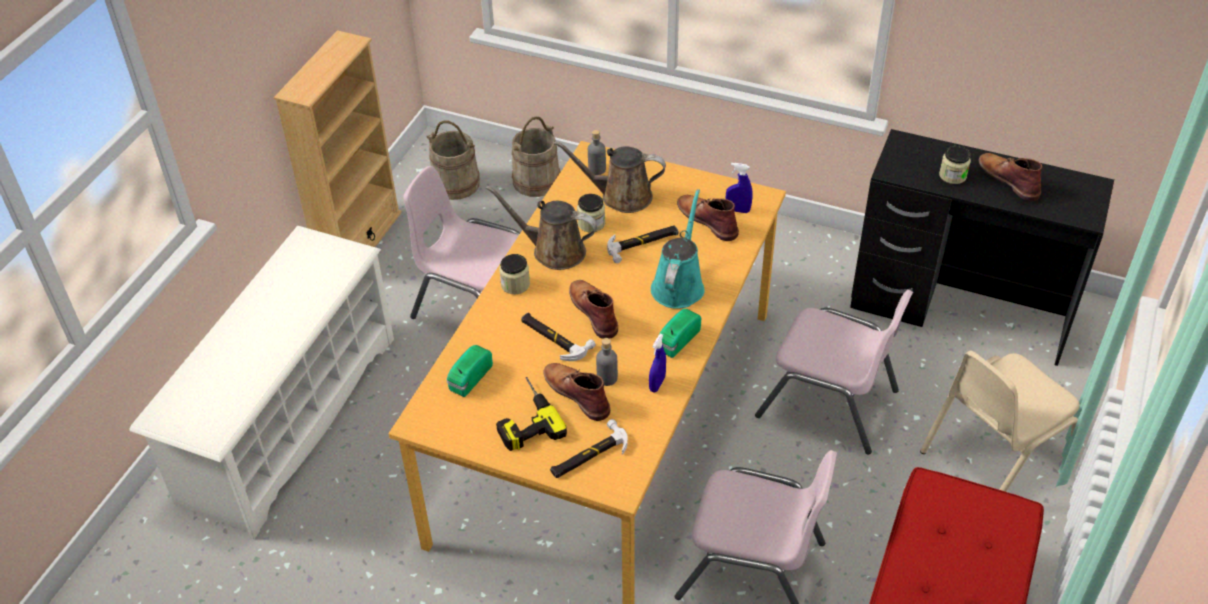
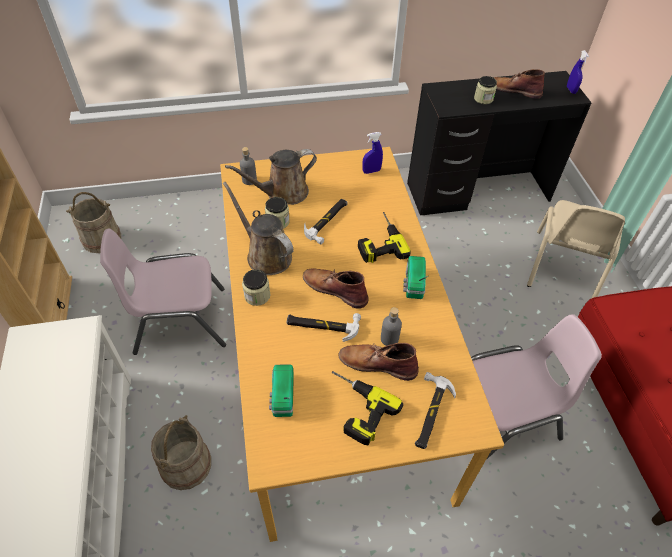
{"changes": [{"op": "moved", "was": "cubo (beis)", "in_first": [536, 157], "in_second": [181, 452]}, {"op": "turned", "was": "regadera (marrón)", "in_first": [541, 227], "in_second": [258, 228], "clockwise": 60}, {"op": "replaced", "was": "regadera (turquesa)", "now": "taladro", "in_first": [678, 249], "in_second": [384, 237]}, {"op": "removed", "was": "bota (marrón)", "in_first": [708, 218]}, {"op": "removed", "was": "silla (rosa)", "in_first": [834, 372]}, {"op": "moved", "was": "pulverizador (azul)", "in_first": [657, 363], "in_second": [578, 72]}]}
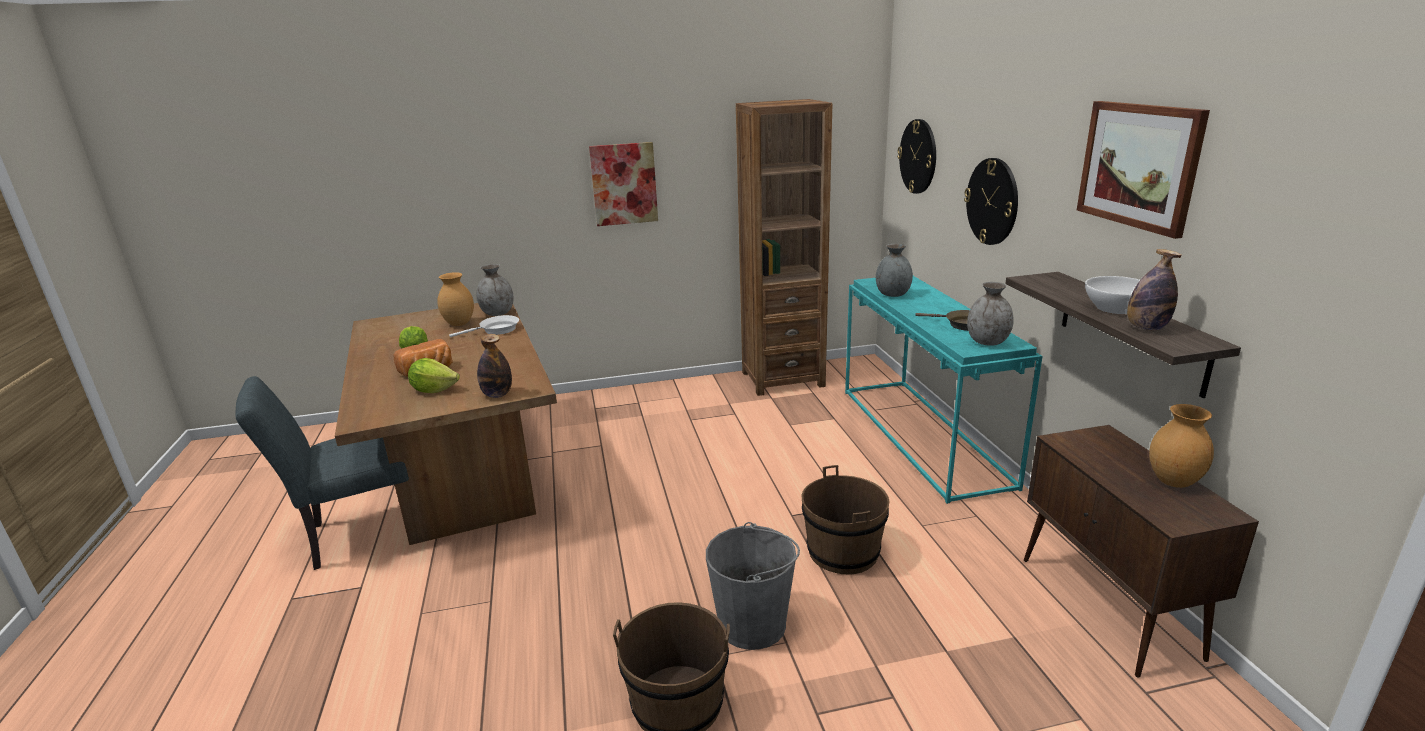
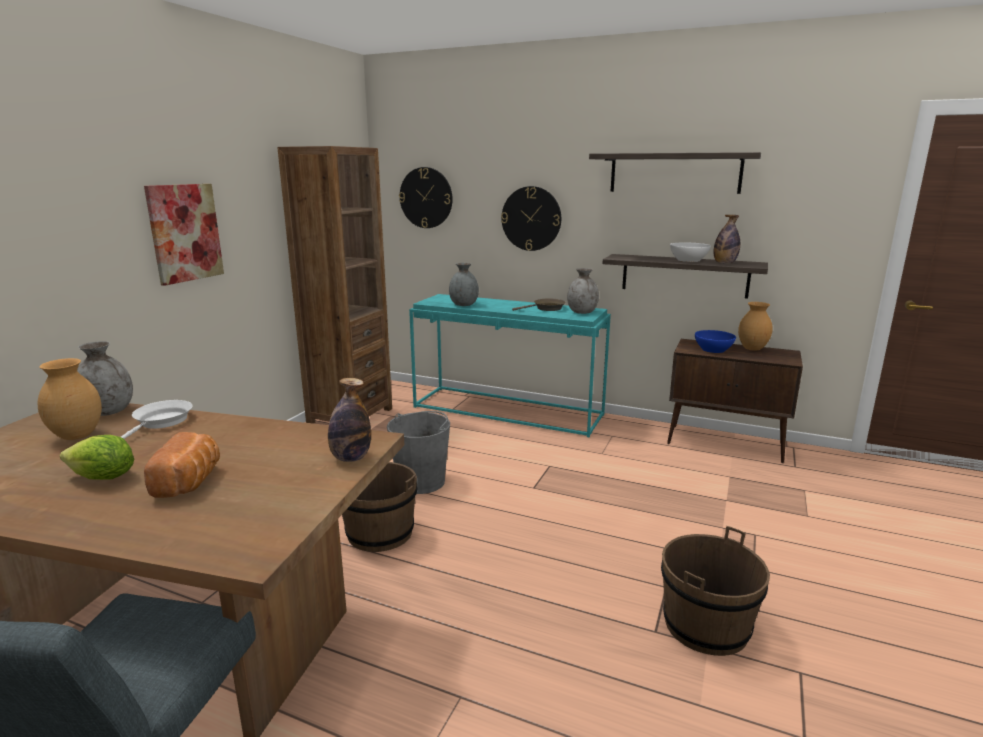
{"changes": [{"op": "replaced", "was": "cuadro", "now": "estante", "in_first": [1143, 170], "in_second": [675, 173]}, {"op": "removed", "was": "lechuga", "in_first": [434, 375]}, {"op": "moved", "was": "cubo (marrón)", "in_first": [845, 520], "in_second": [380, 507]}, {"op": "moved", "was": "cubo (gris)", "in_first": [753, 586], "in_second": [418, 452]}, {"op": "added", "now": "cuenco (azul)", "in_second": [715, 341]}]}
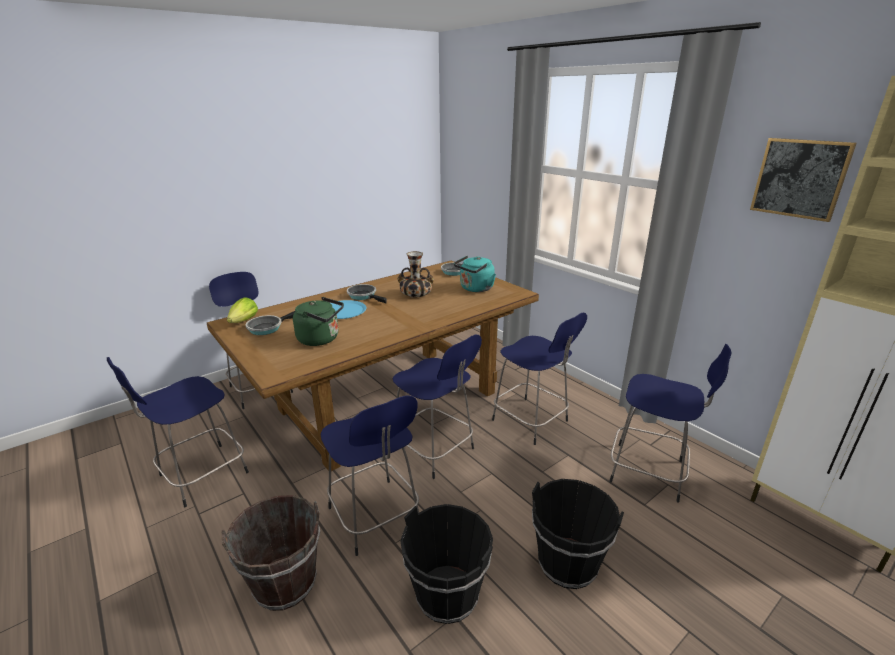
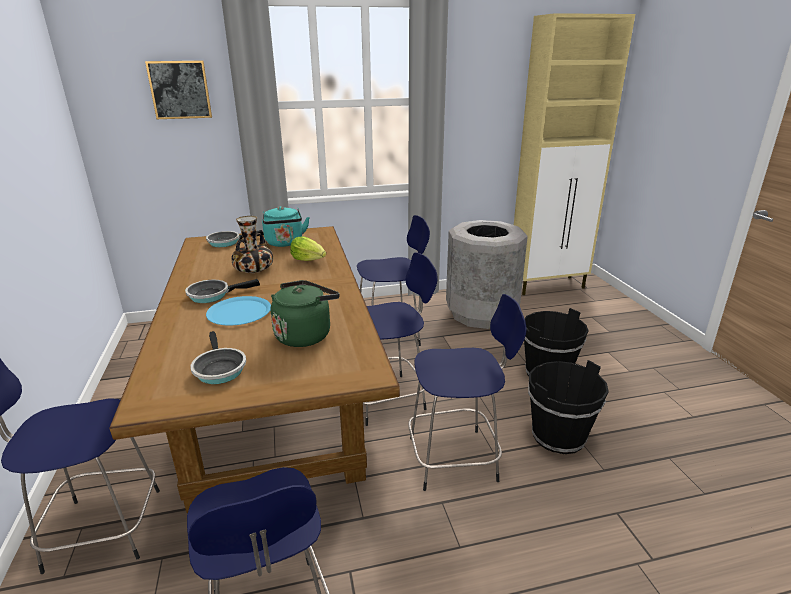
{"changes": [{"op": "moved", "was": "cuadro", "in_first": [803, 180], "in_second": [178, 90]}, {"op": "moved", "was": "lechuga", "in_first": [242, 310], "in_second": [308, 248]}, {"op": "replaced", "was": "taburete (azul)", "now": "papelera (gris)", "in_first": [670, 423], "in_second": [487, 274]}, {"op": "removed", "was": "cubo (marrón)", "in_first": [271, 553]}]}
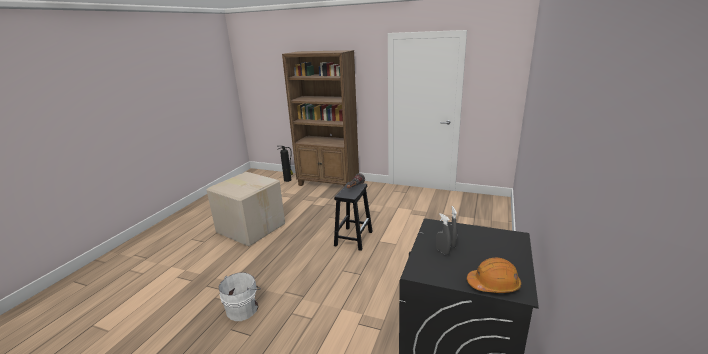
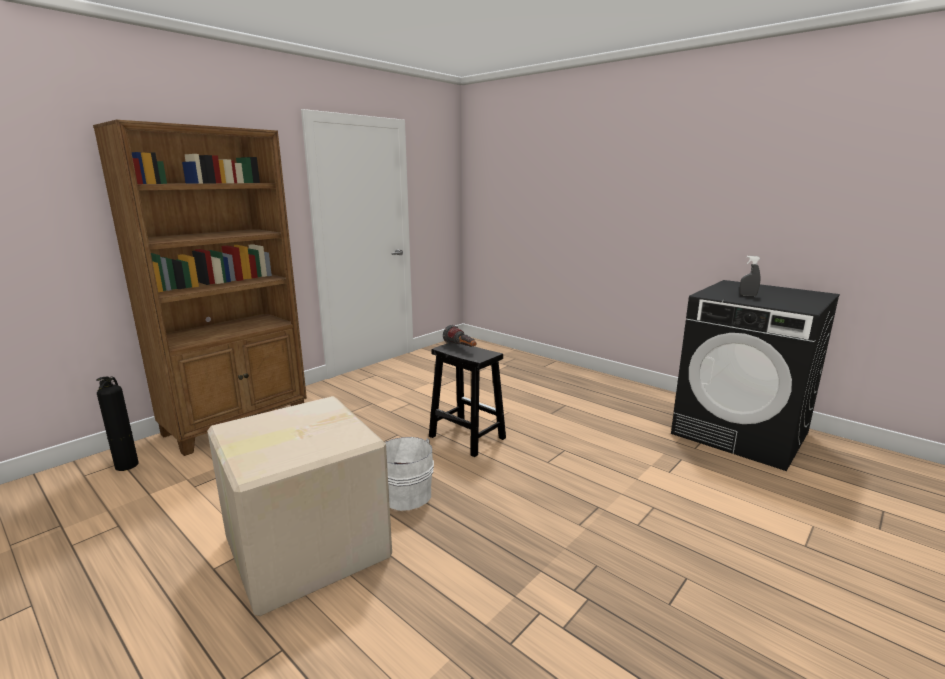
{"changes": [{"op": "removed", "was": "pulverizador (gris)", "in_first": [443, 234]}, {"op": "removed", "was": "casco (naranja)", "in_first": [494, 275]}, {"op": "moved", "was": "cubo (blanco)", "in_first": [240, 296], "in_second": [409, 474]}]}
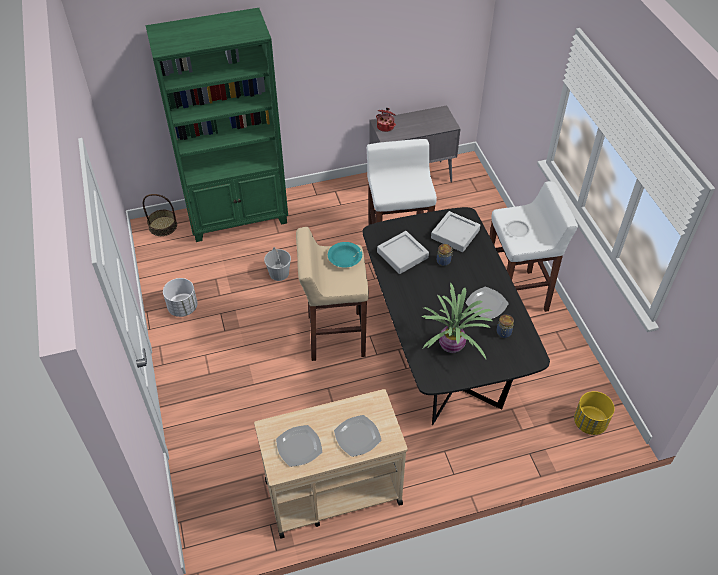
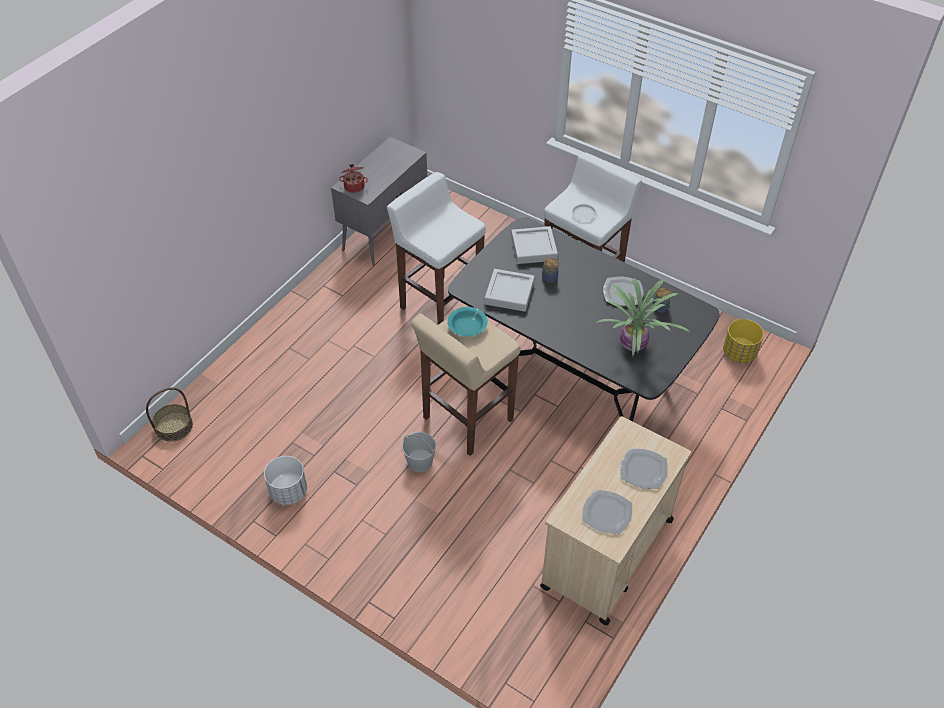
{"changes": [{"op": "removed", "was": "estantería (verde)", "in_first": [217, 125]}, {"op": "moved", "was": "cubo (blanco)", "in_first": [277, 264], "in_second": [419, 452]}]}
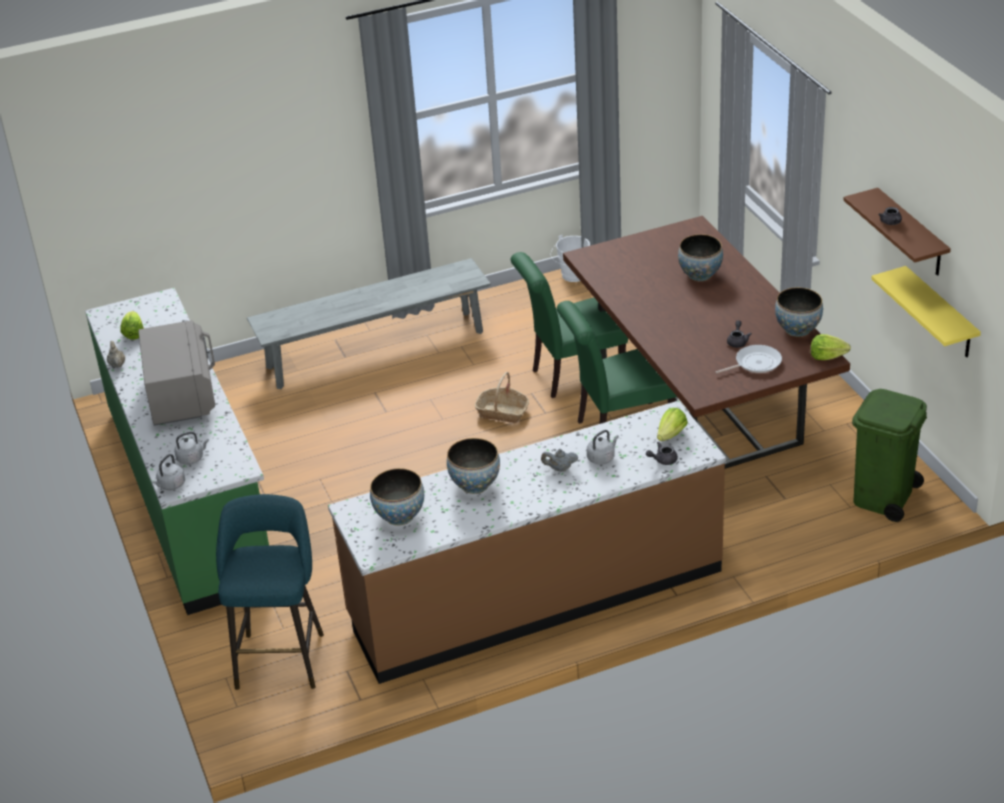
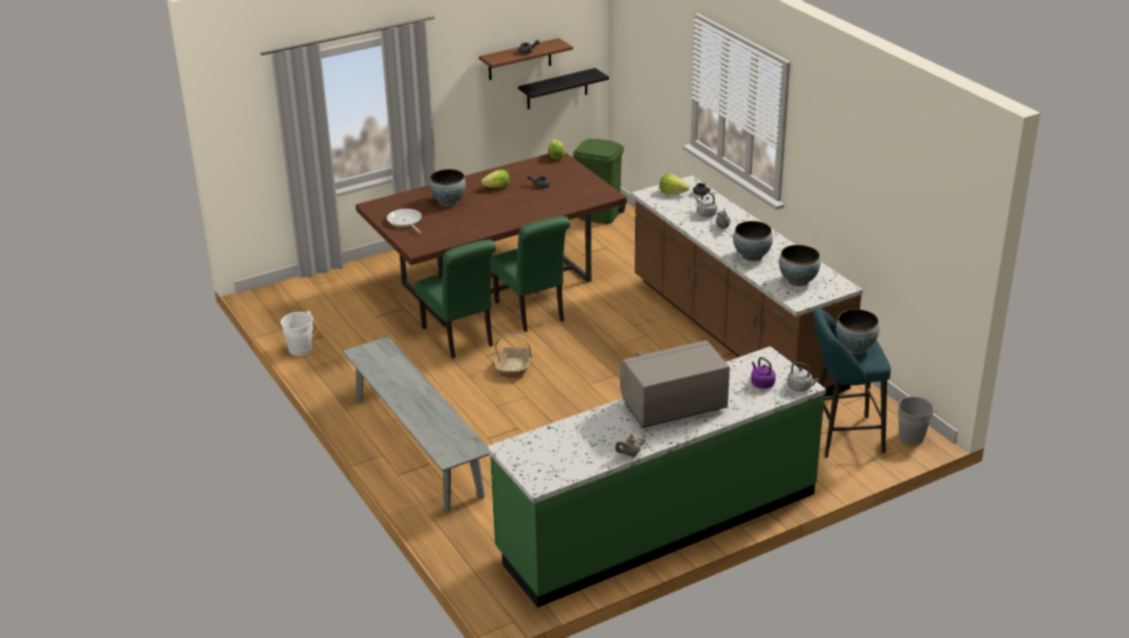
{"changes": [{"op": "recoloured", "was": "estante (amarillo)", "now": "estante (negro)", "in_first": [926, 311], "in_second": [563, 88]}, {"op": "moved", "was": "cuenco", "in_first": [799, 312], "in_second": [857, 331]}, {"op": "moved", "was": "lechuga", "in_first": [132, 325], "in_second": [495, 179]}, {"op": "moved", "was": "sartén", "in_first": [749, 359], "in_second": [404, 221]}, {"op": "recoloured", "was": "hervidor (gris)", "now": "hervidor (morado)", "in_first": [191, 448], "in_second": [763, 373]}, {"op": "added", "now": "cubo (gris)", "in_second": [918, 420]}]}
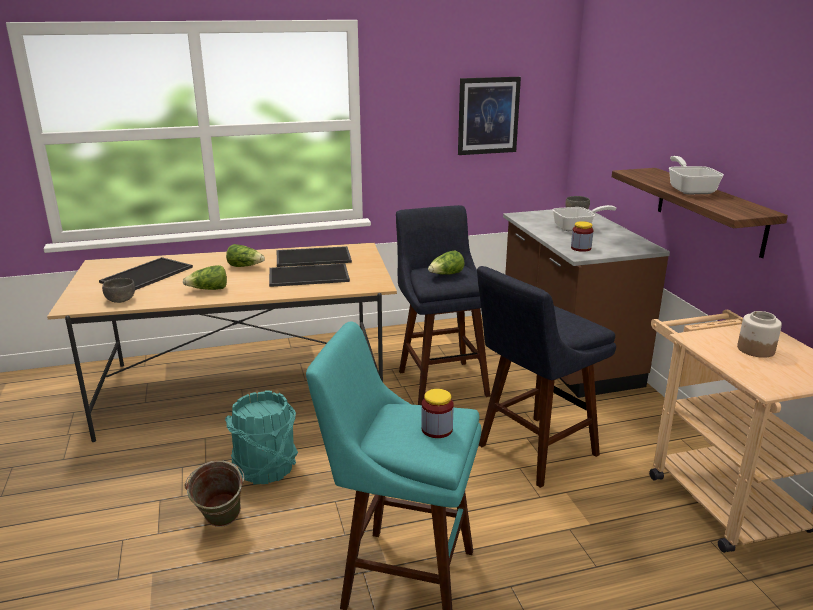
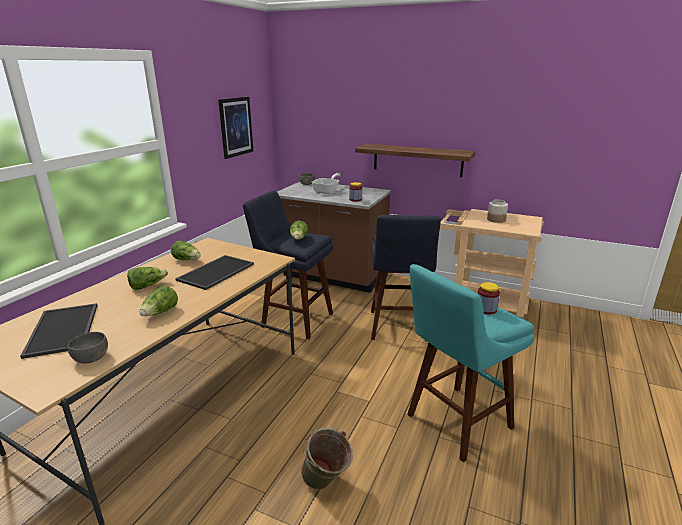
{"changes": [{"op": "removed", "was": "sartén", "in_first": [696, 175]}, {"op": "replaced", "was": "bandeja", "now": "lechuga", "in_first": [314, 256], "in_second": [186, 250]}, {"op": "removed", "was": "cubo (turquesa)", "in_first": [261, 437]}]}
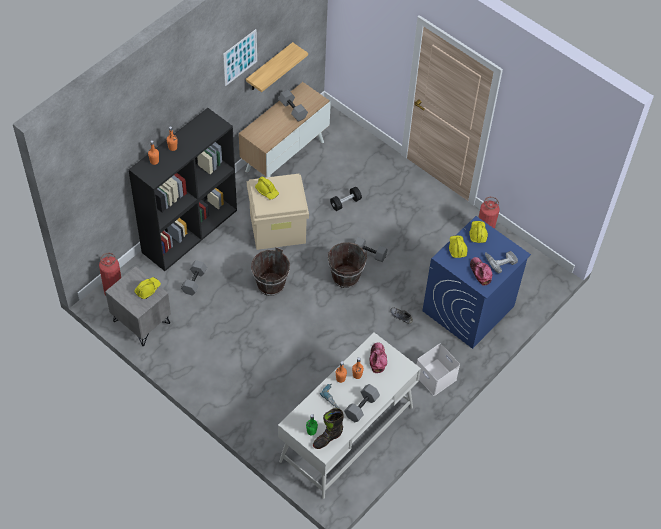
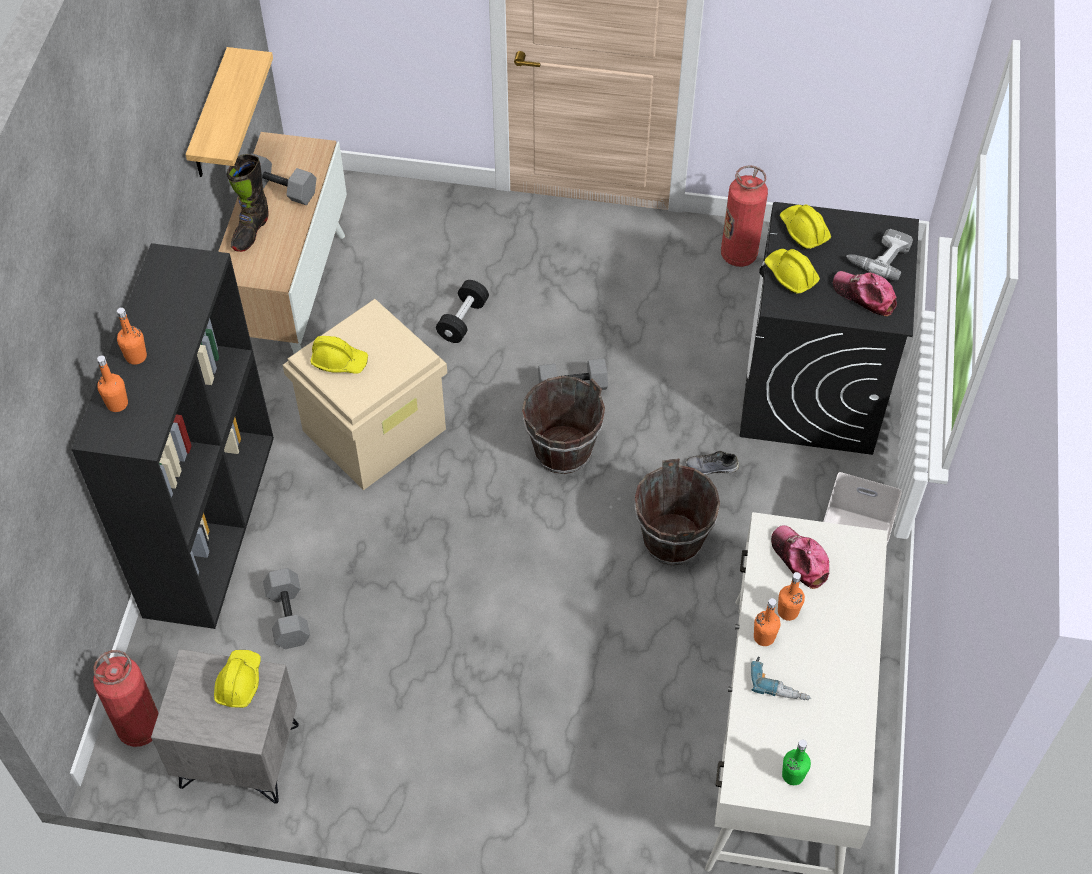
{"changes": [{"op": "removed", "was": "cuadro", "in_first": [240, 57]}, {"op": "recoloured", "was": "lavadora (azul)", "now": "lavadora (negro)", "in_first": [476, 282], "in_second": [829, 328]}, {"op": "moved", "was": "cubo (marrón)", "in_first": [270, 271], "in_second": [677, 511]}, {"op": "removed", "was": "mancuerna (gris)", "in_first": [362, 403]}, {"op": "moved", "was": "bota (negro)", "in_first": [328, 428], "in_second": [247, 203]}]}
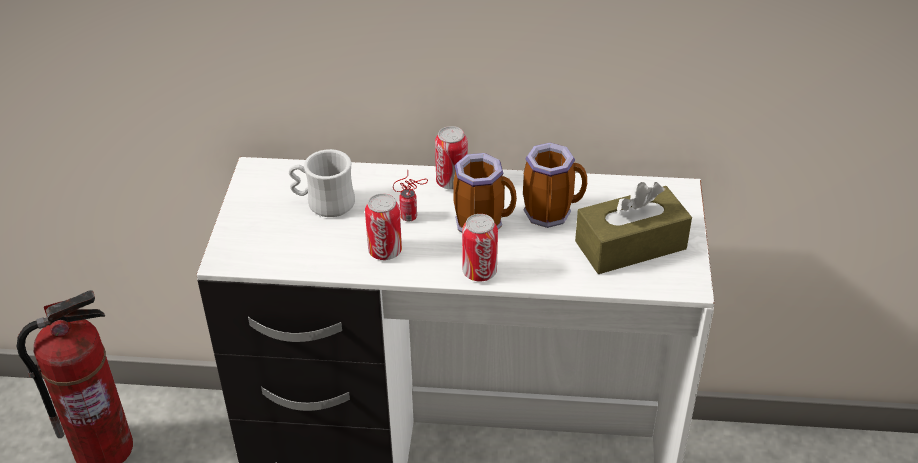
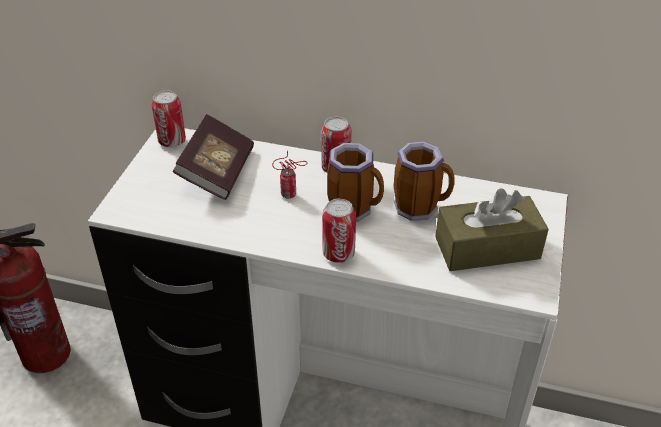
{"changes": [{"op": "replaced", "was": "taza grande (blanco)", "now": "libro", "in_first": [322, 183], "in_second": [213, 157]}, {"op": "moved", "was": "lata", "in_first": [383, 226], "in_second": [169, 118]}]}
